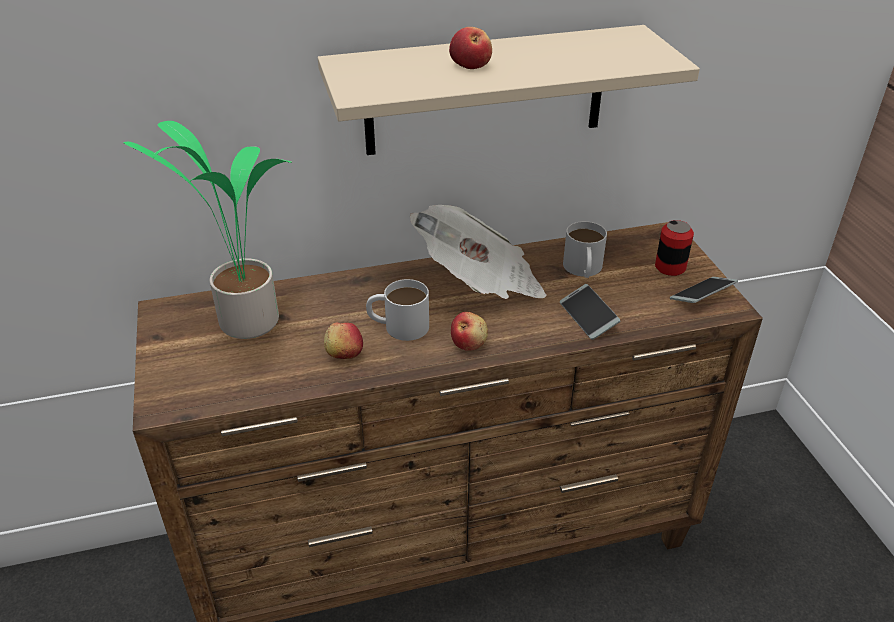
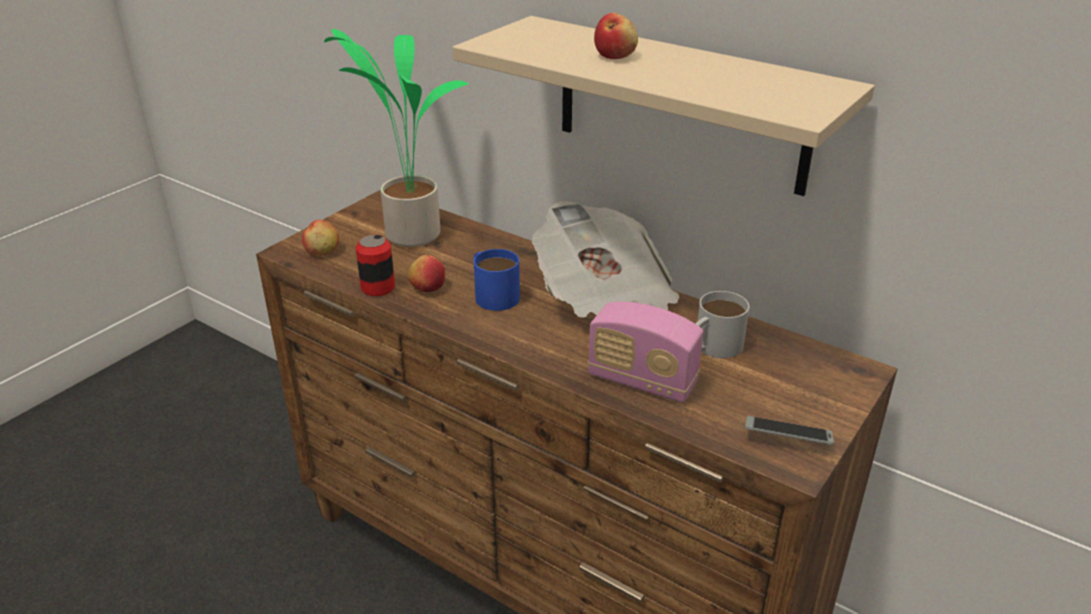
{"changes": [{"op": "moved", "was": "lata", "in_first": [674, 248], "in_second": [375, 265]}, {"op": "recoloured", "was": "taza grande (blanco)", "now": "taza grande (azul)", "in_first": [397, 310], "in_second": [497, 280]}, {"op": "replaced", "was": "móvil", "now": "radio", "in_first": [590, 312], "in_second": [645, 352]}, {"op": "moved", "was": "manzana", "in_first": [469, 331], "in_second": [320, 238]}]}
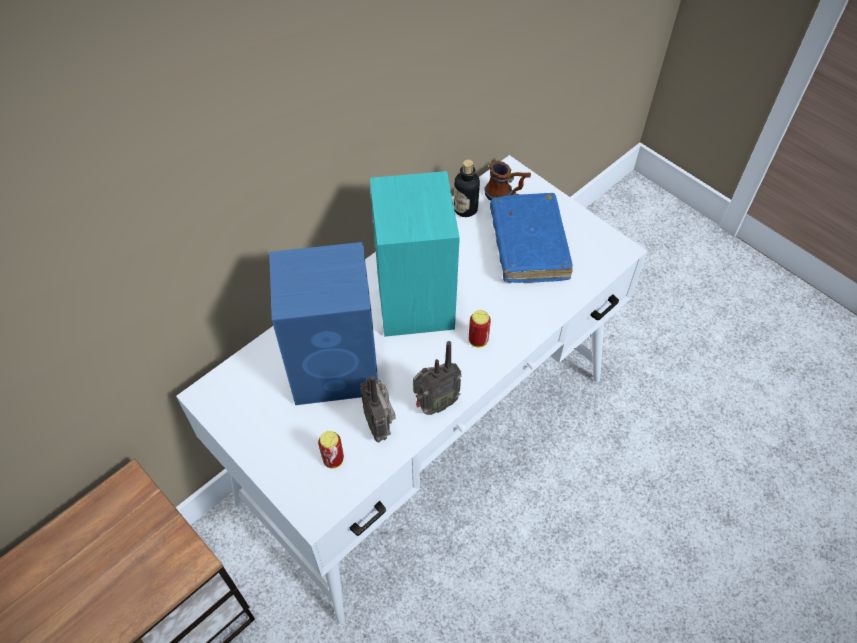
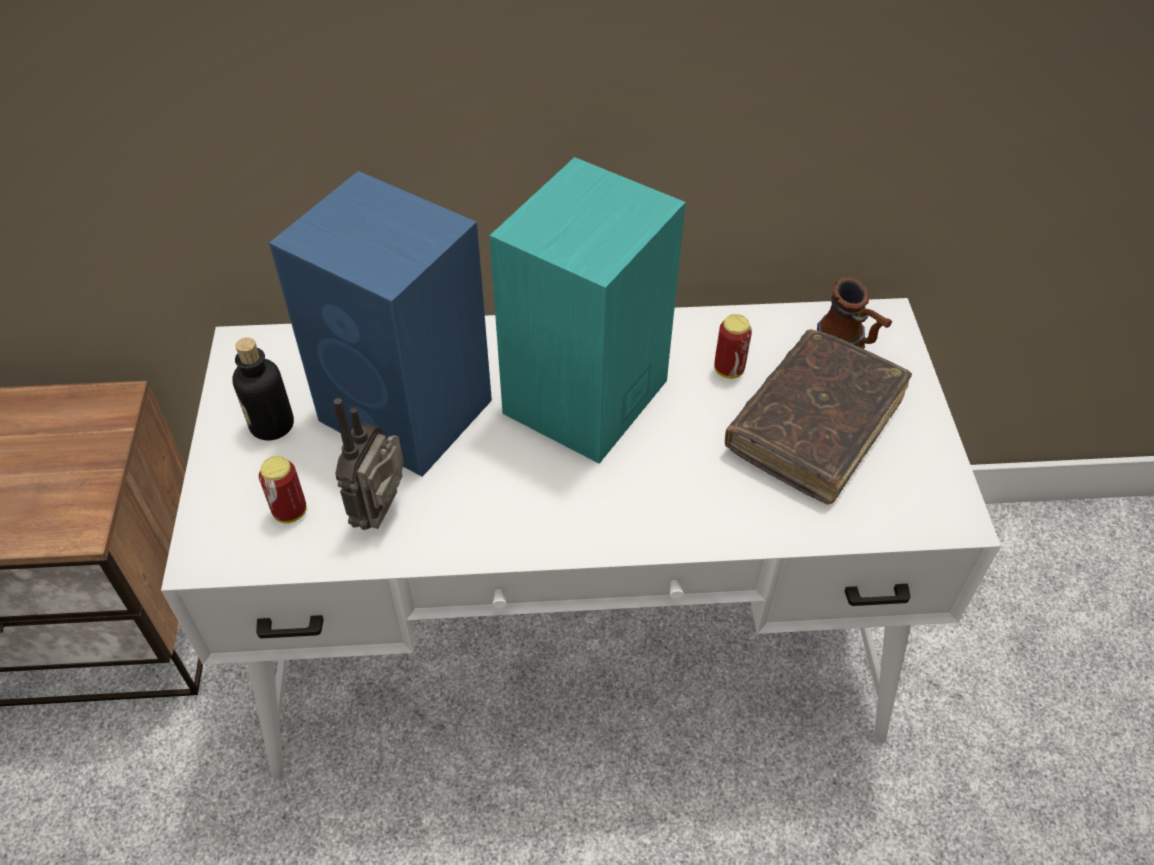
{"changes": [{"op": "moved", "was": "botella", "in_first": [466, 188], "in_second": [263, 389]}, {"op": "recoloured", "was": "libro (azul)", "now": "libro (marrón)", "in_first": [531, 238], "in_second": [818, 416]}, {"op": "moved", "was": "lata", "in_first": [480, 329], "in_second": [733, 346]}, {"op": "removed", "was": "radio", "in_first": [437, 378]}]}
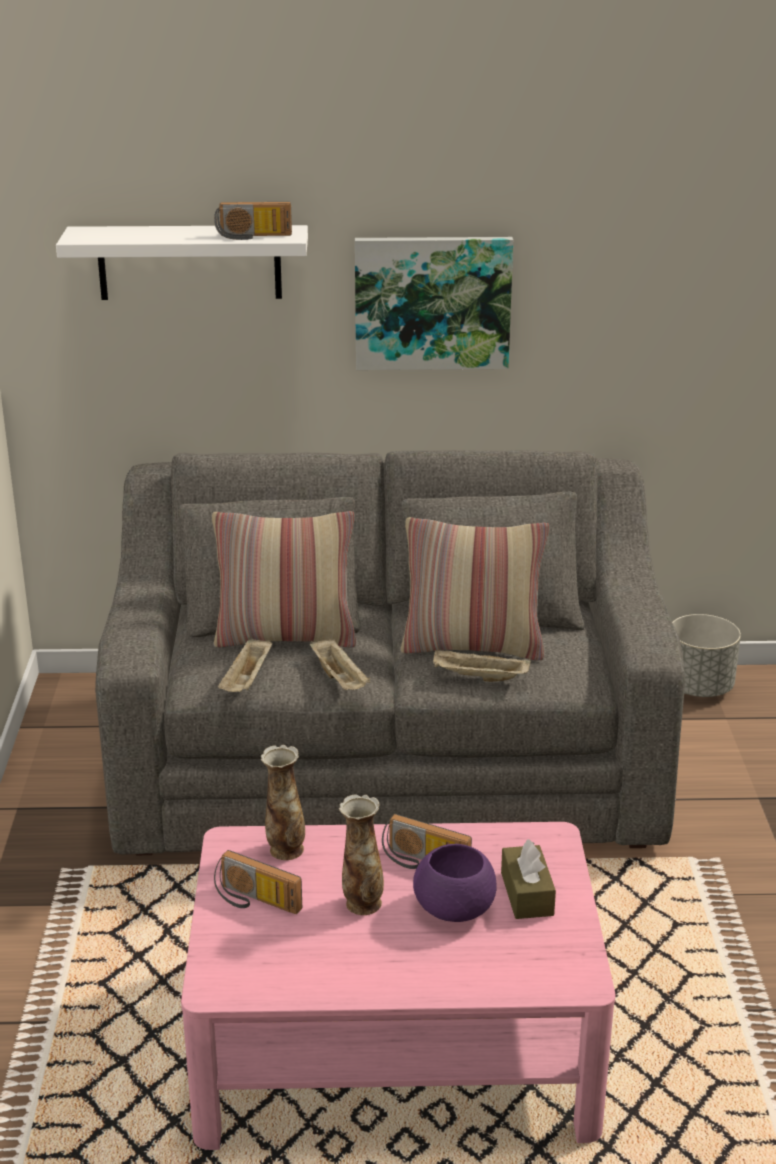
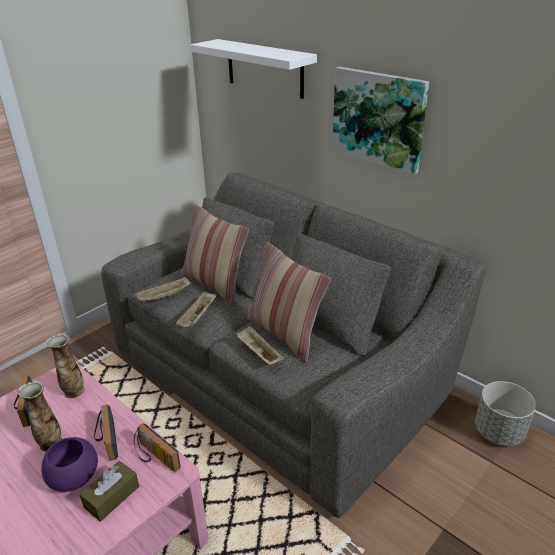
{"changes": [{"op": "moved", "was": "radio", "in_first": [253, 221], "in_second": [157, 448]}]}
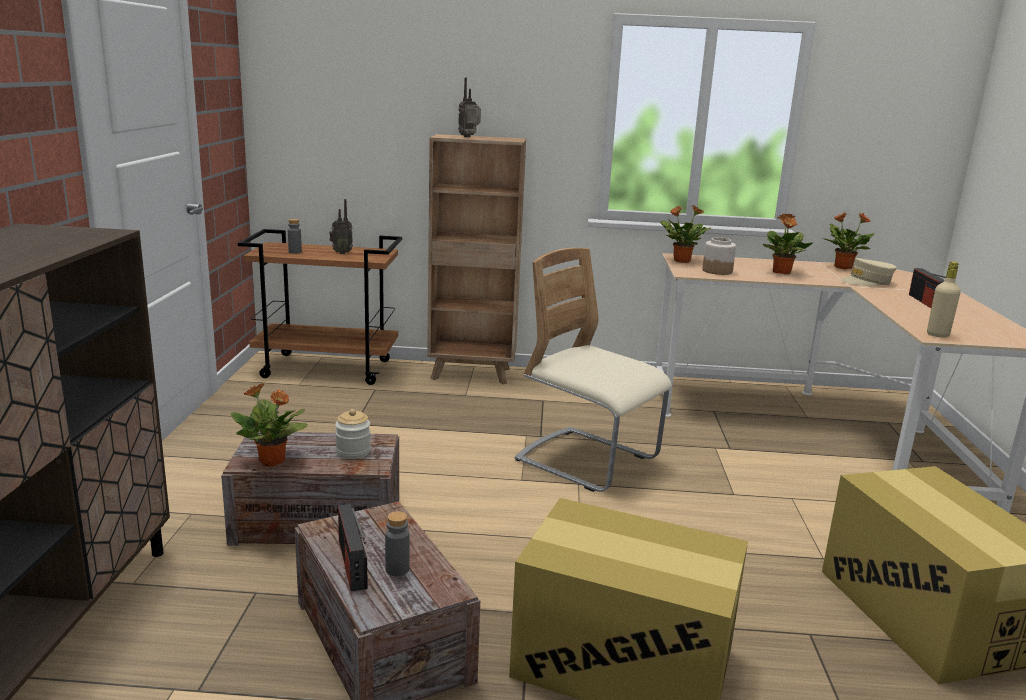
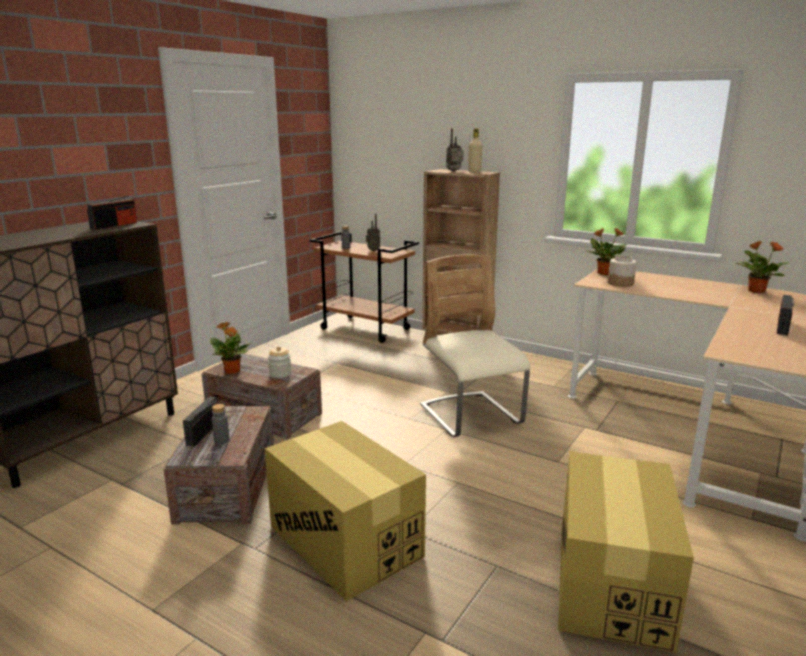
{"changes": [{"op": "removed", "was": "planta en maceta", "in_first": [788, 243]}, {"op": "removed", "was": "gorra (beis)", "in_first": [868, 272]}, {"op": "moved", "was": "botella (beis)", "in_first": [944, 299], "in_second": [475, 150]}, {"op": "added", "now": "radio", "in_second": [112, 212]}]}
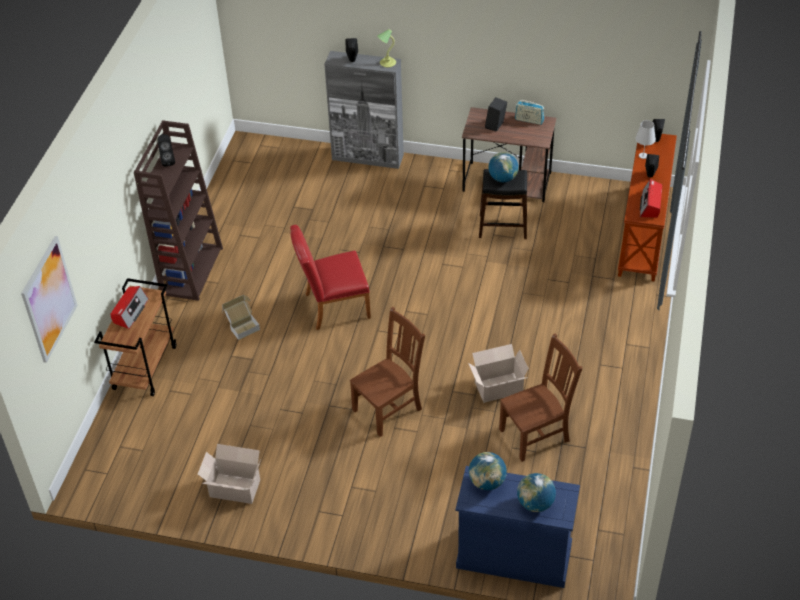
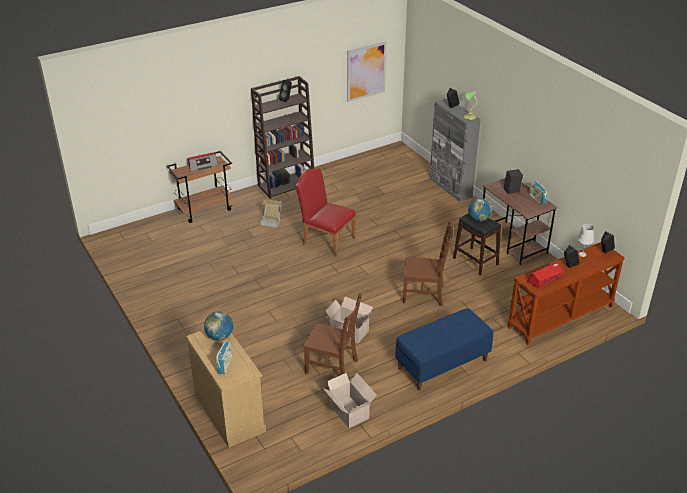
{"changes": [{"op": "moved", "was": "cuadro", "in_first": [49, 299], "in_second": [366, 71]}, {"op": "moved", "was": "silla (marrón)", "in_first": [387, 372], "in_second": [428, 263]}, {"op": "moved", "was": "caja de cartón", "in_first": [229, 474], "in_second": [350, 400]}, {"op": "recoloured", "was": "cómoda (azul)", "now": "cómoda (beis)", "in_first": [517, 527], "in_second": [226, 389]}, {"op": "replaced", "was": "globo terráqueo", "now": "radio", "in_first": [536, 492], "in_second": [224, 357]}, {"op": "added", "now": "banco (azul)", "in_second": [444, 349]}]}
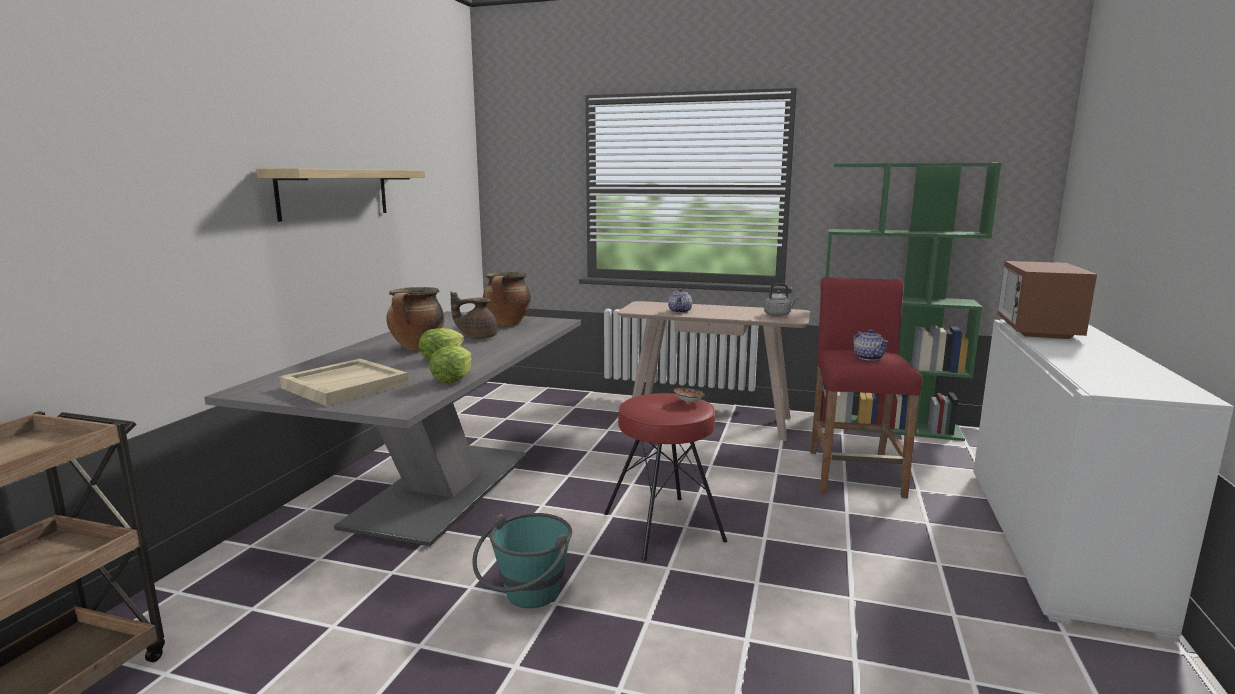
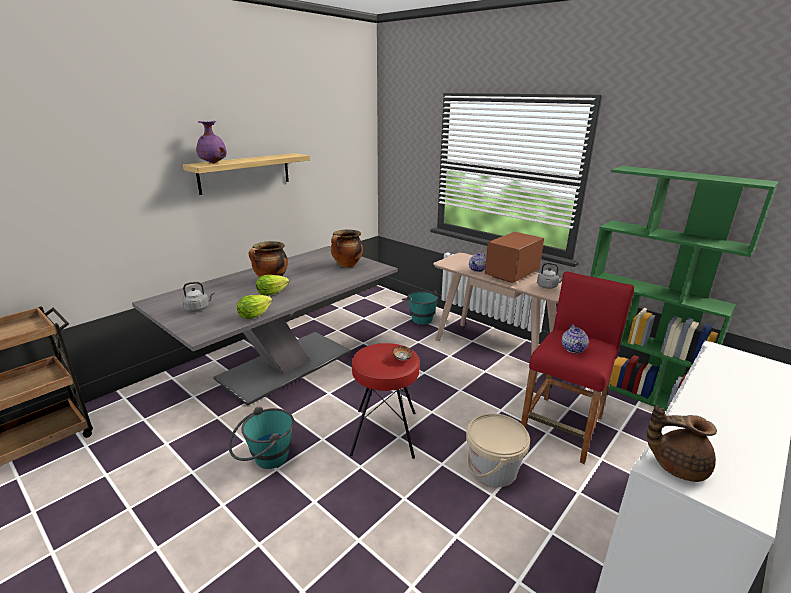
{"changes": [{"op": "moved", "was": "microondas", "in_first": [1047, 300], "in_second": [514, 257]}, {"op": "moved", "was": "tetera (marrón)", "in_first": [474, 315], "in_second": [682, 443]}, {"op": "replaced", "was": "bandeja (beis)", "now": "hervidor (gris)", "in_first": [344, 382], "in_second": [198, 296]}, {"op": "added", "now": "florero (morado)", "in_second": [211, 142]}, {"op": "added", "now": "cubo (turquesa)", "in_second": [420, 307]}, {"op": "added", "now": "cubo (beis)", "in_second": [498, 450]}]}
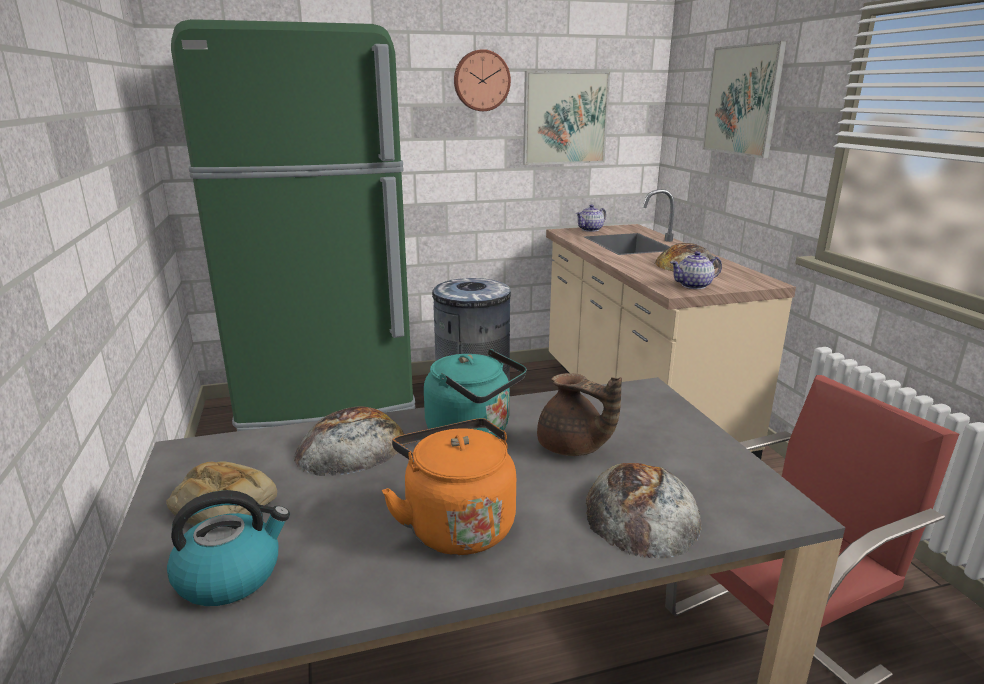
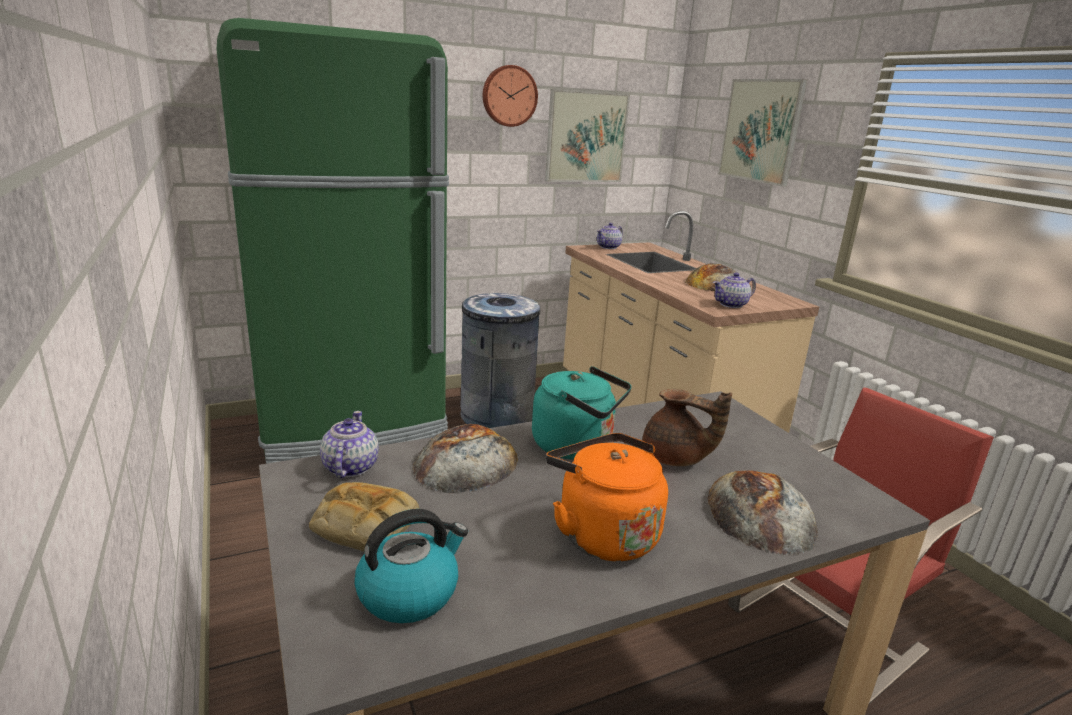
{"changes": [{"op": "added", "now": "tetera", "in_second": [349, 444]}]}
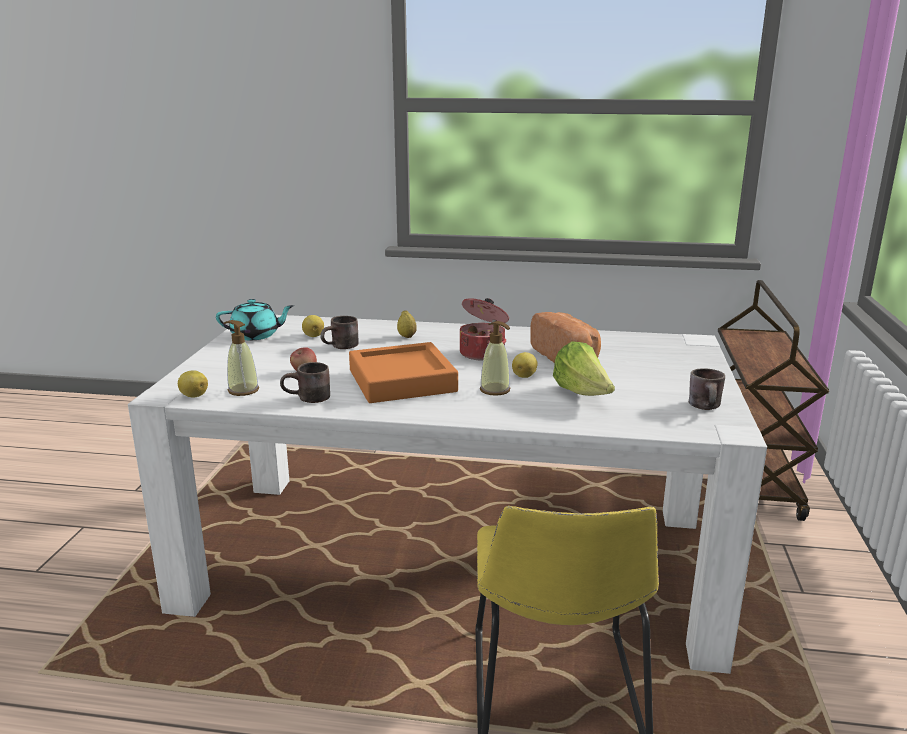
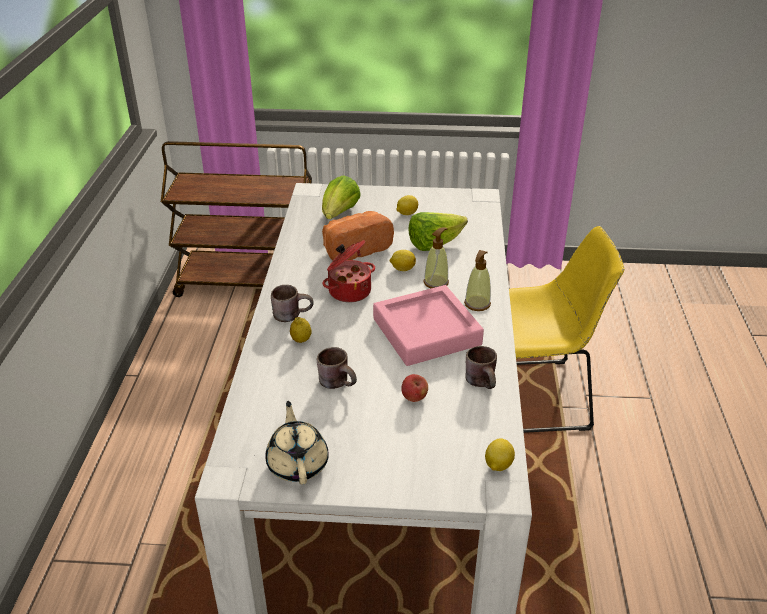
{"changes": [{"op": "recoloured", "was": "tetera (turquesa)", "now": "tetera (beis)", "in_first": [255, 319], "in_second": [297, 443]}, {"op": "moved", "was": "limón", "in_first": [313, 326], "in_second": [407, 205]}, {"op": "moved", "was": "dispensador de jabón", "in_first": [241, 358], "in_second": [477, 280]}, {"op": "recoloured", "was": "bandeja (naranja)", "now": "bandeja (rosa)", "in_first": [403, 372], "in_second": [428, 325]}, {"op": "moved", "was": "taza grande (marrón)", "in_first": [707, 389], "in_second": [292, 303]}, {"op": "added", "now": "lechuga", "in_second": [341, 197]}]}
